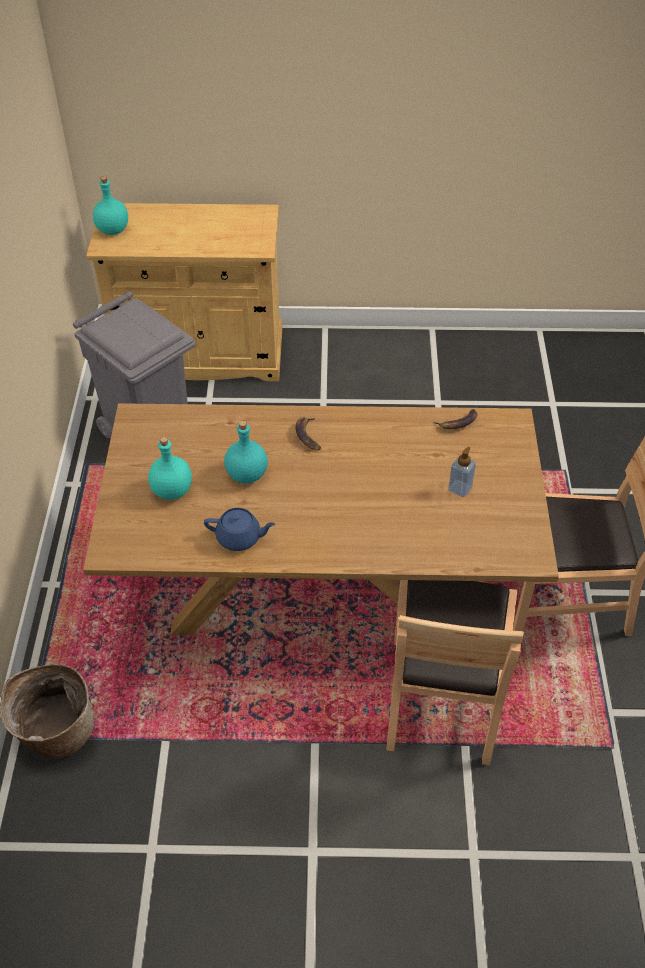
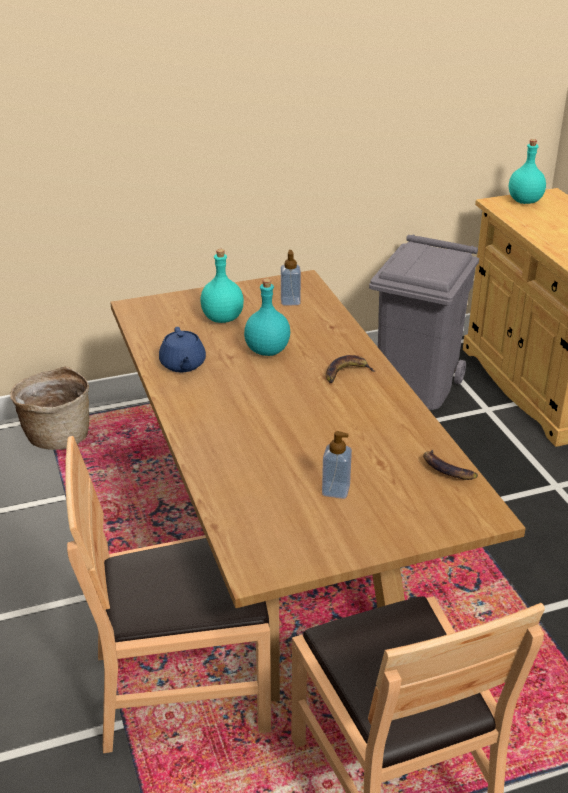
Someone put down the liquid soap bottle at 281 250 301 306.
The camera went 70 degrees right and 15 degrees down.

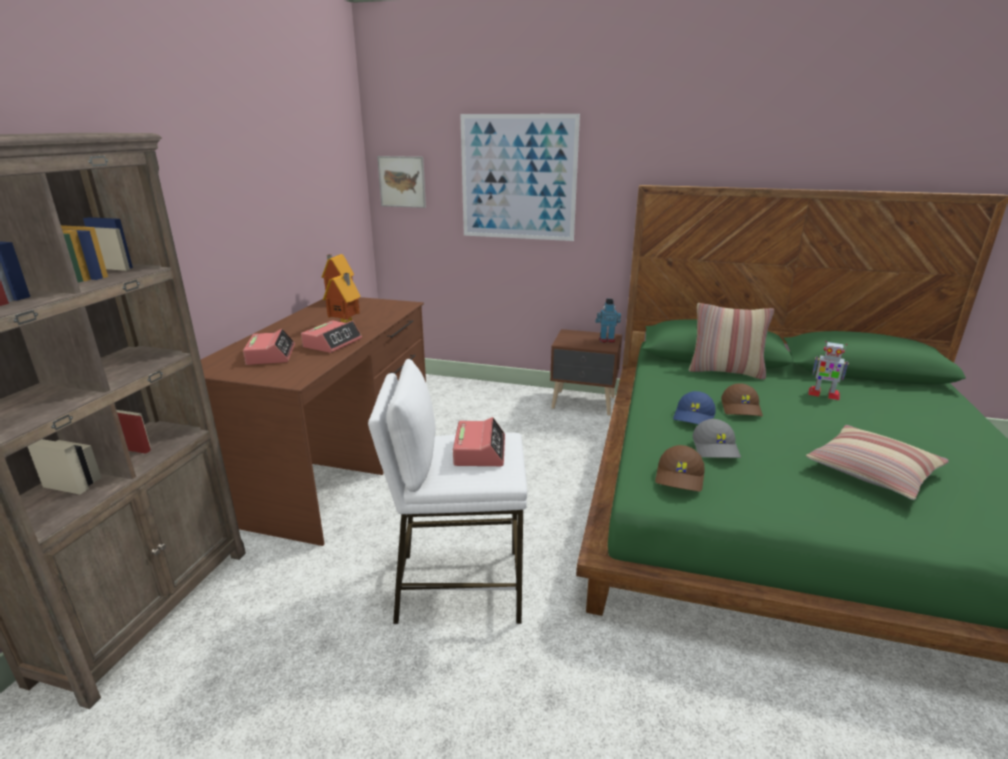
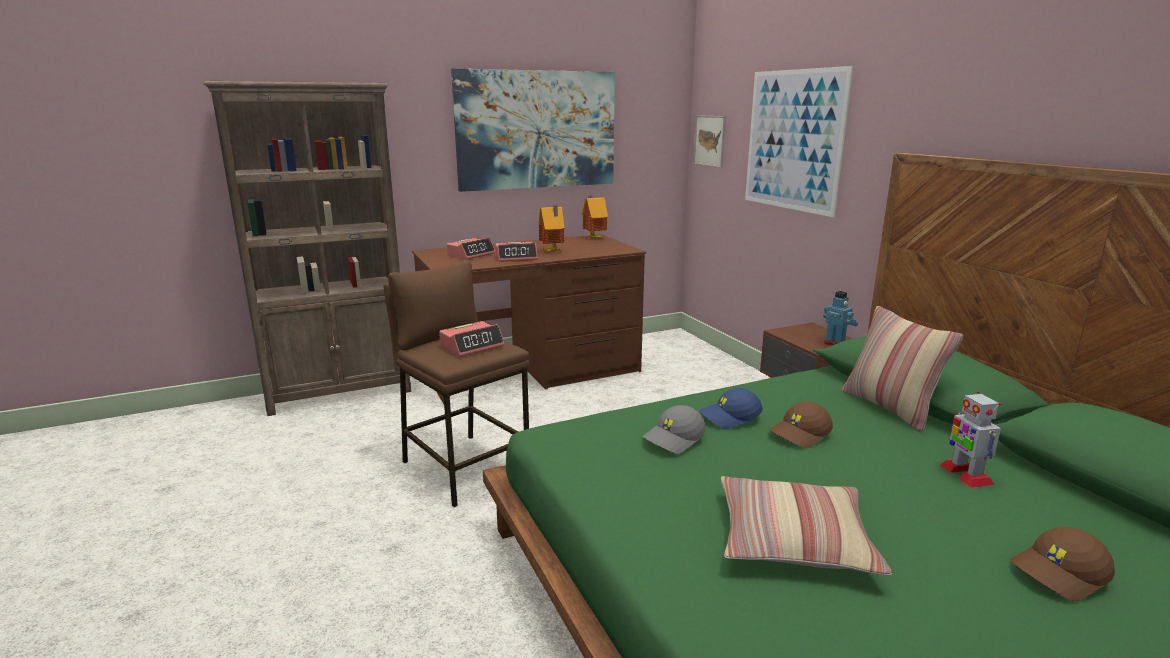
Someone repainted the whitish sitting stool at 368 359 527 624, which became the brownish sitting stool at 383 260 529 507.
Someone carried the brownish peaked cap from 655 445 705 491 to 1010 527 1115 601.
Someone put up the picture at 451 68 615 192.
The camera went 50 degrees right and 5 degrees down.

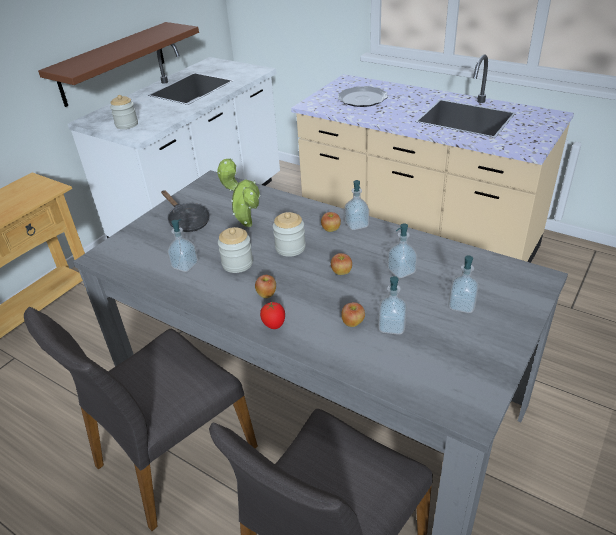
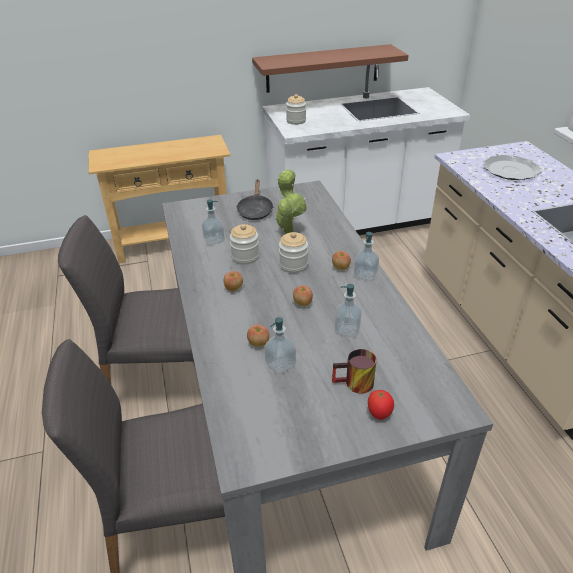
Someone swapped the liquid soap bottle at 448 255 479 313 for the coffee mug at 332 349 377 394.
Someone carried the whole tomato from 260 302 285 329 to 368 390 394 420.
The camera went 40 degrees right and 0 degrees up.

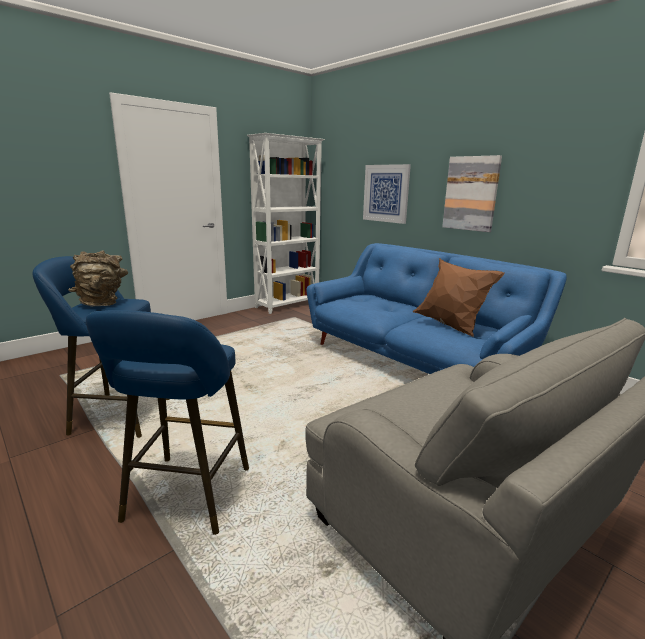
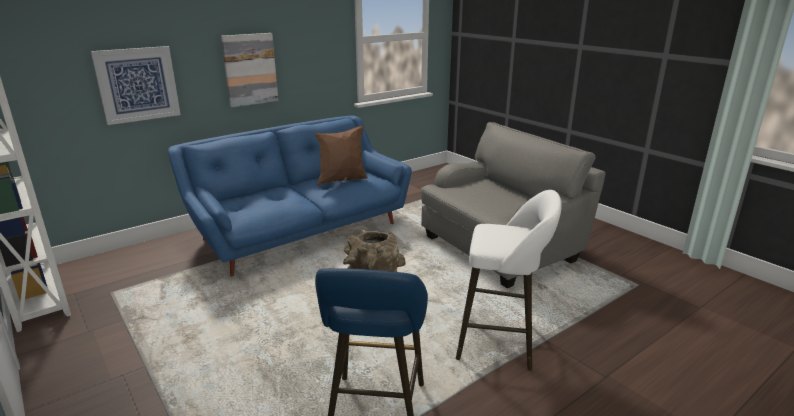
Someone repainted the blue sitting stool at 86 310 249 535, which became the whitish sitting stool at 456 190 562 371.
The camera went 85 degrees left and 5 degrees up.

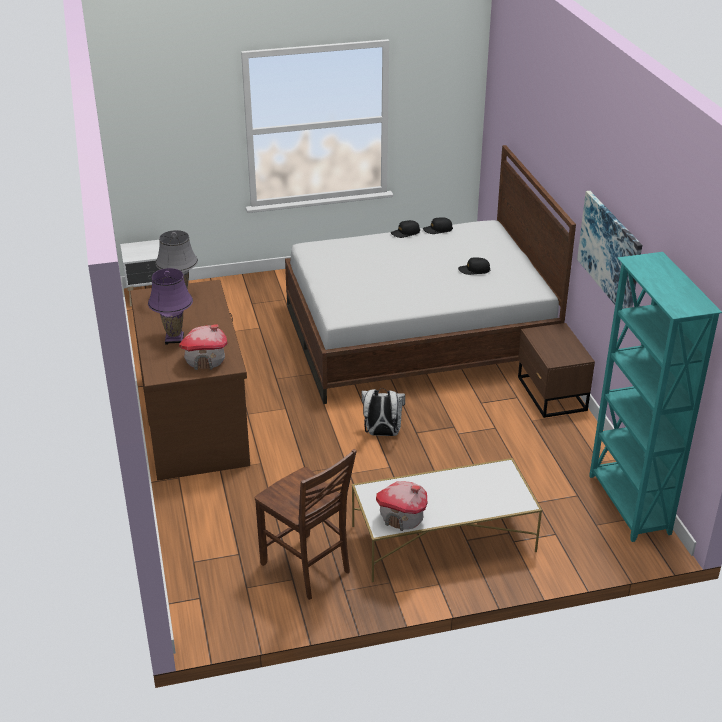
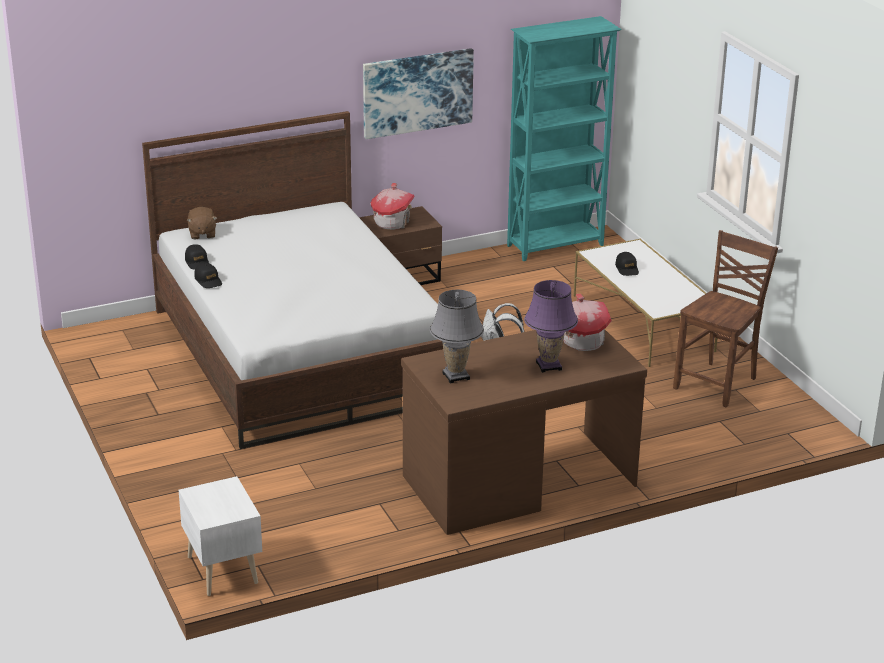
Someone carried the blackish peaked cap from 458 257 490 275 to 615 252 639 276.
Someone carried the toy house from 376 481 427 531 to 371 183 415 230.
Someone put down the brownish cuddly toy at 187 207 217 240.
The camera went 100 degrees left and 5 degrees down.

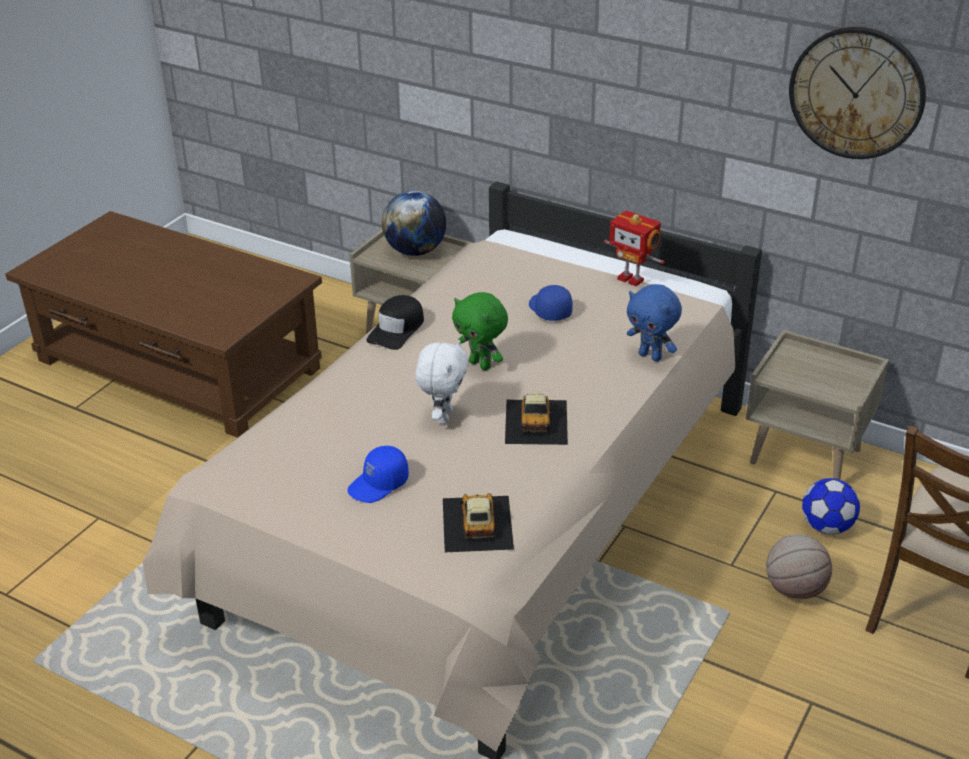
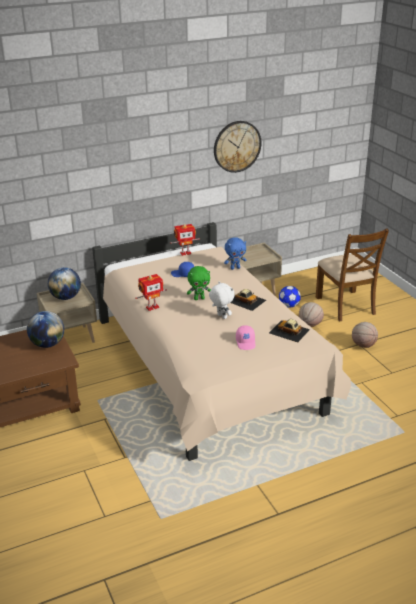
Someone swapped the blackish peaked cap at 366 295 424 350 for the model robot at 135 274 167 311.
Someone repainted the blue peaked cap at 348 446 409 503, which became the pinkish peaked cap at 236 325 256 350.
Someone put down the desk globe at 27 311 64 348.
Someone put down the basketball at 352 322 378 348.
The camera went 55 degrees left and 5 degrees down.

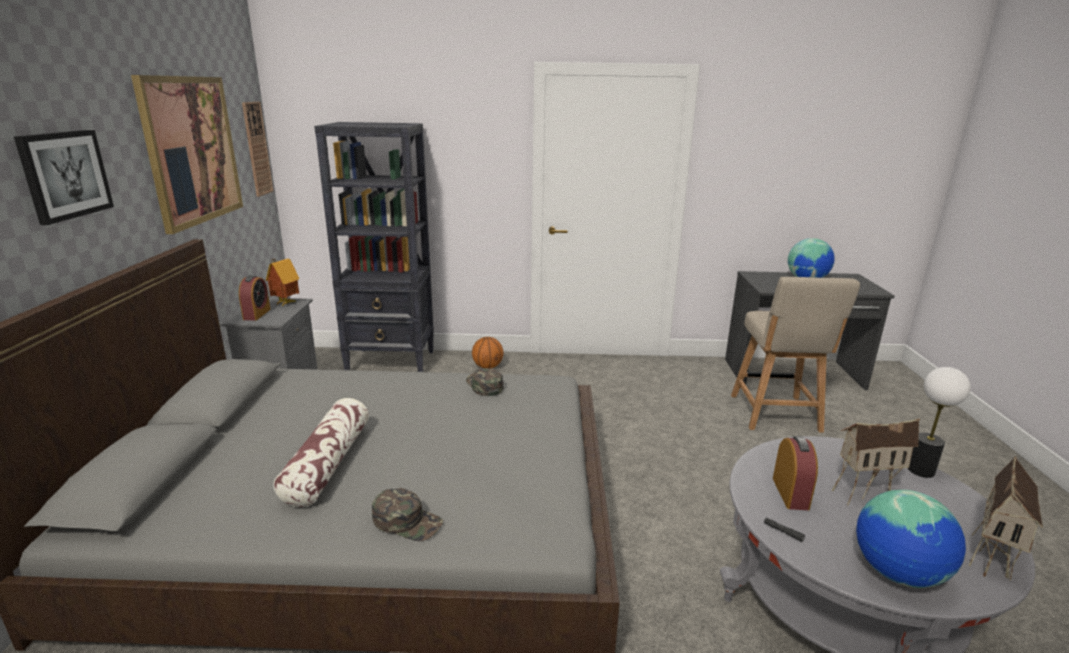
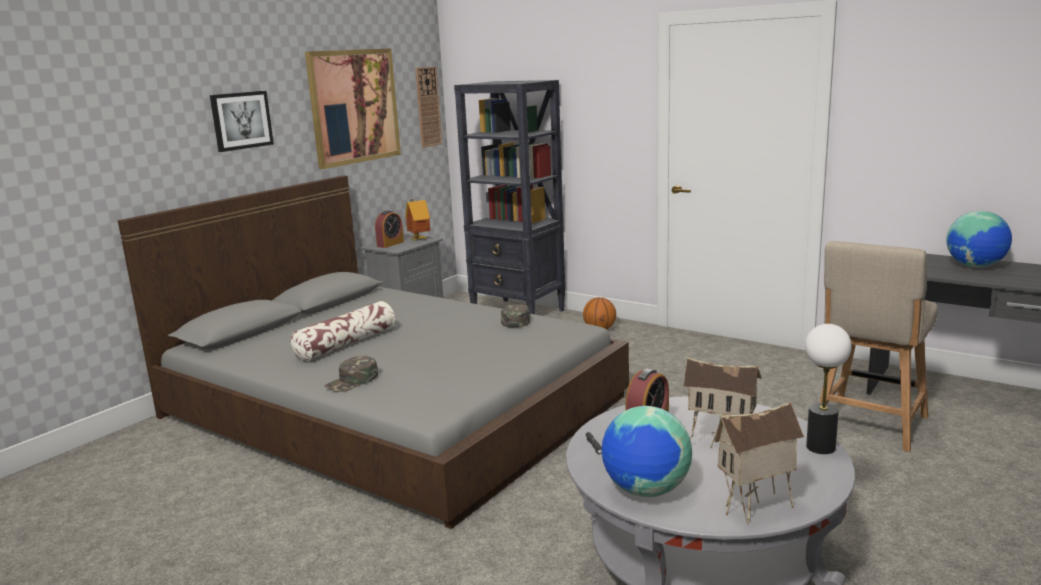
Someone rotated the green-coloured peaked cap at 372 488 443 541 by 75 degrees clockwise.
The camera went 35 degrees right and 5 degrees down.

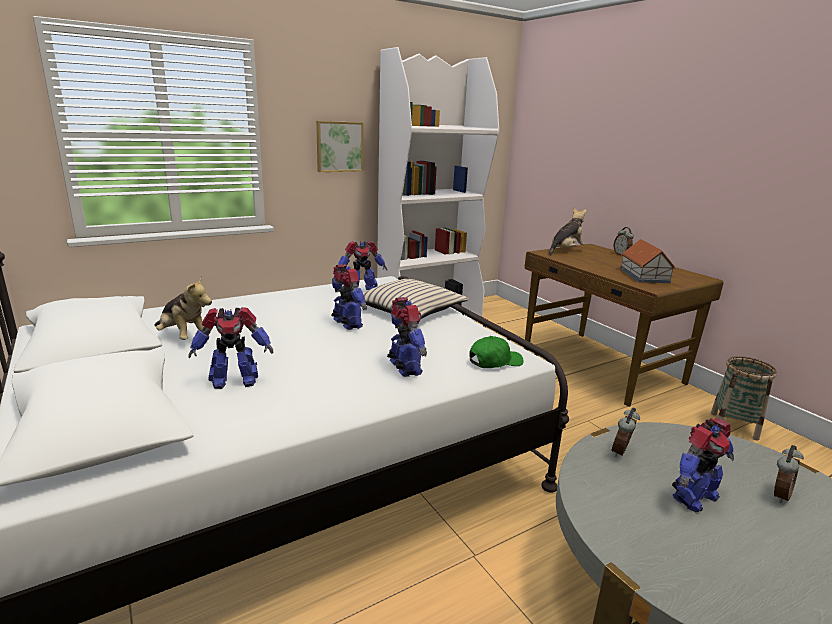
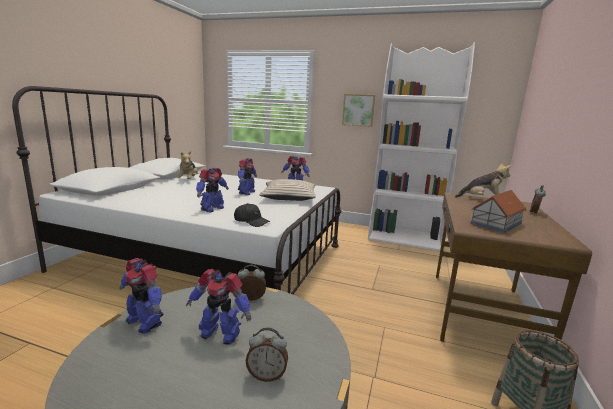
Someone carried the model robot from 188 307 274 389 to 119 258 163 334.
Someone repainted the green-coloured peaked cap at 469 336 524 368, which became the blackish peaked cap at 234 203 270 227.
The camera went 50 degrees right and 5 degrees down.

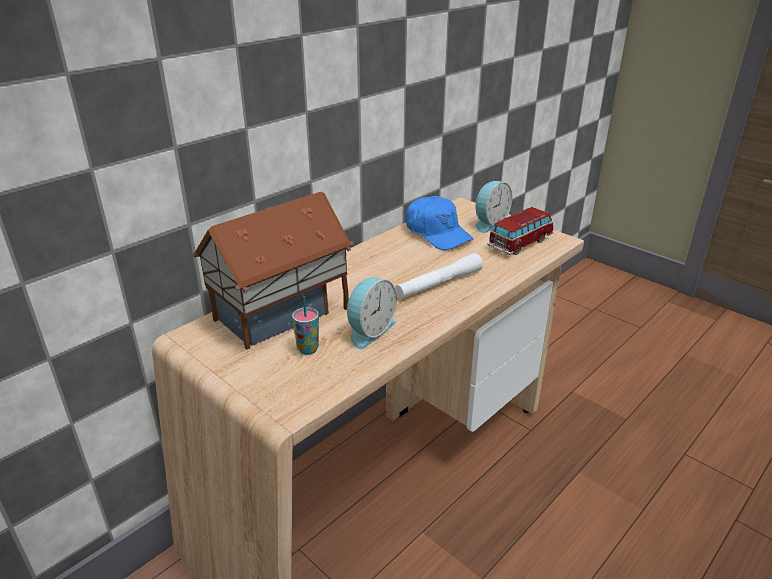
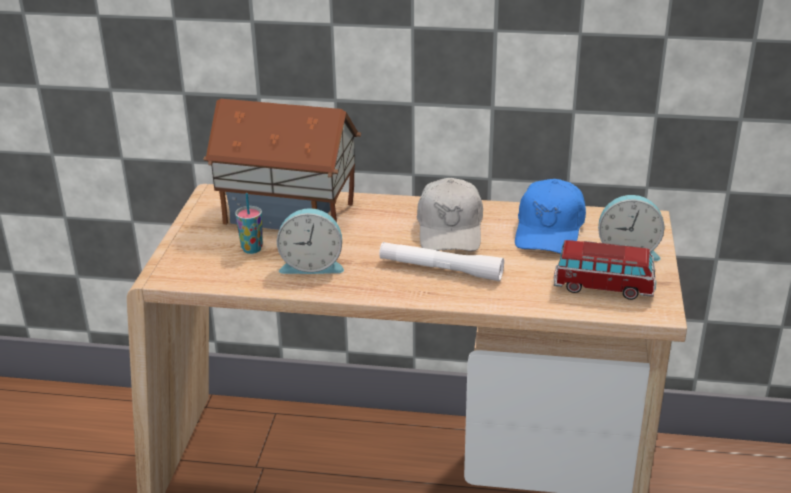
Someone put down the whitish peaked cap at 417 178 483 251.
The camera went 55 degrees right and 0 degrees up.

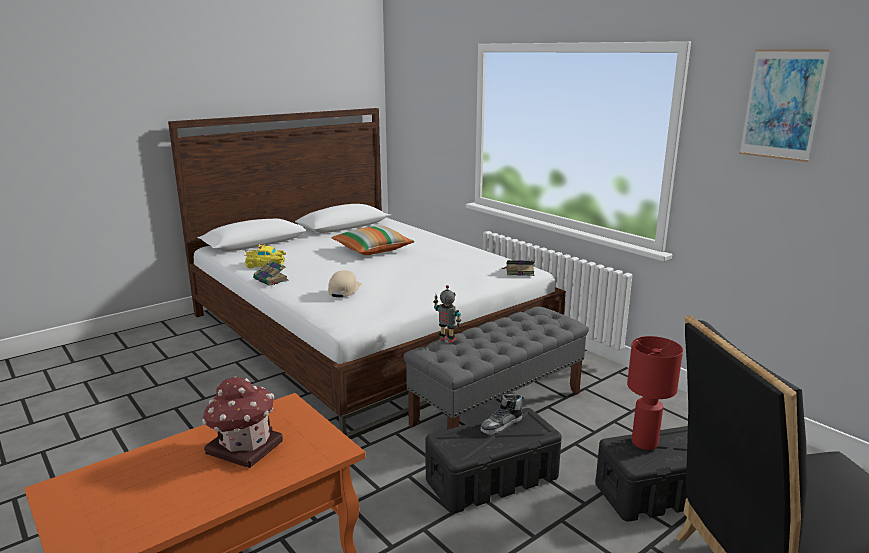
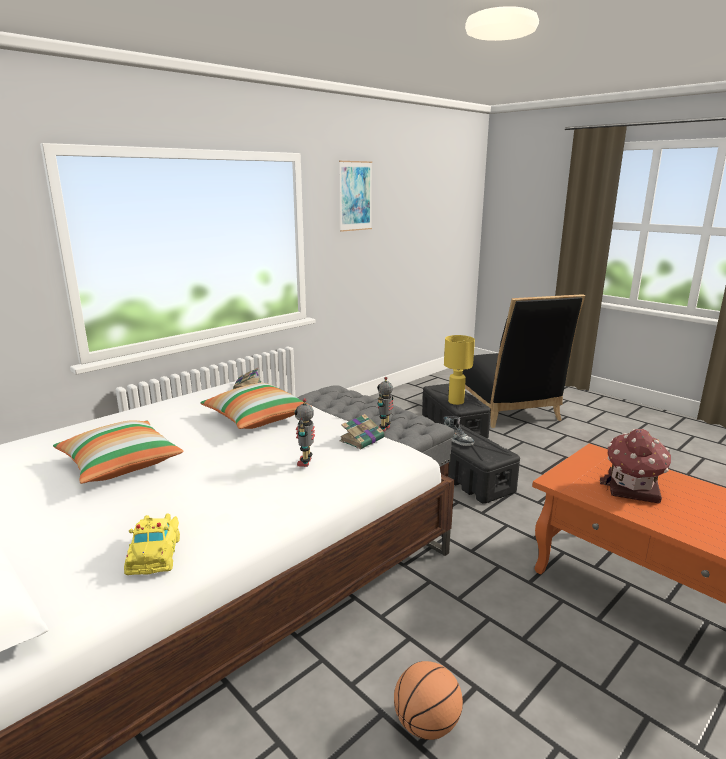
Someone carried the bound book from 253 260 289 286 to 340 414 385 450.
Someone swapped the beige peaked cap at 328 270 362 297 for the model robot at 294 398 315 467.
Someone repainted the red table lamp at 627 336 683 450, which became the yellow-coloured table lamp at 444 335 475 405.
Someone put down the throw pillow at 200 383 310 429.
Someone put down the basketball at 394 661 463 740.
The camera went 95 degrees left and 0 degrees up.

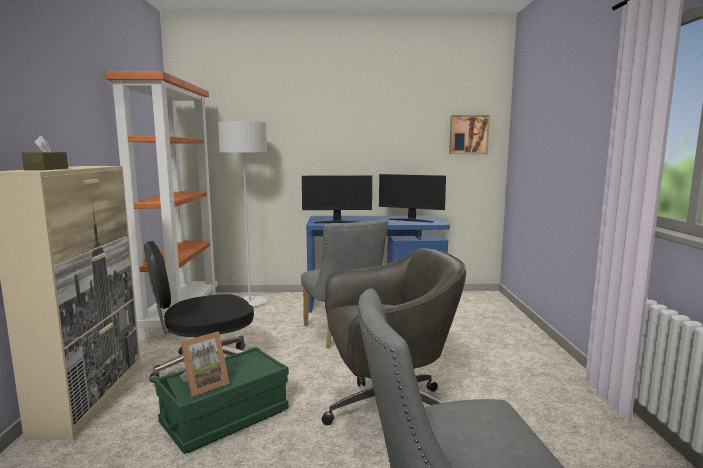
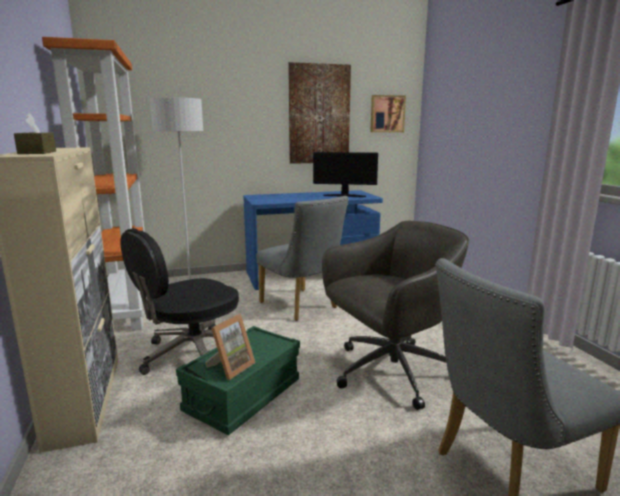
Someone took away the monitor at 302 175 372 223.
Someone put up the picture at 288 62 351 164.
The camera went 15 degrees left and 5 degrees up.

